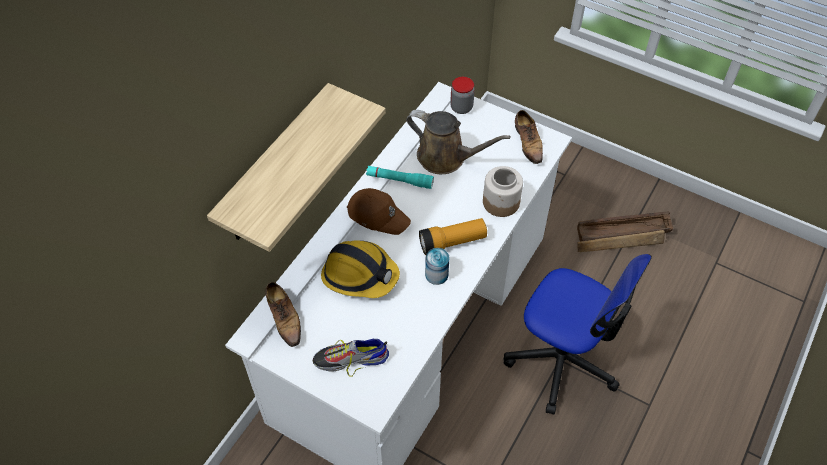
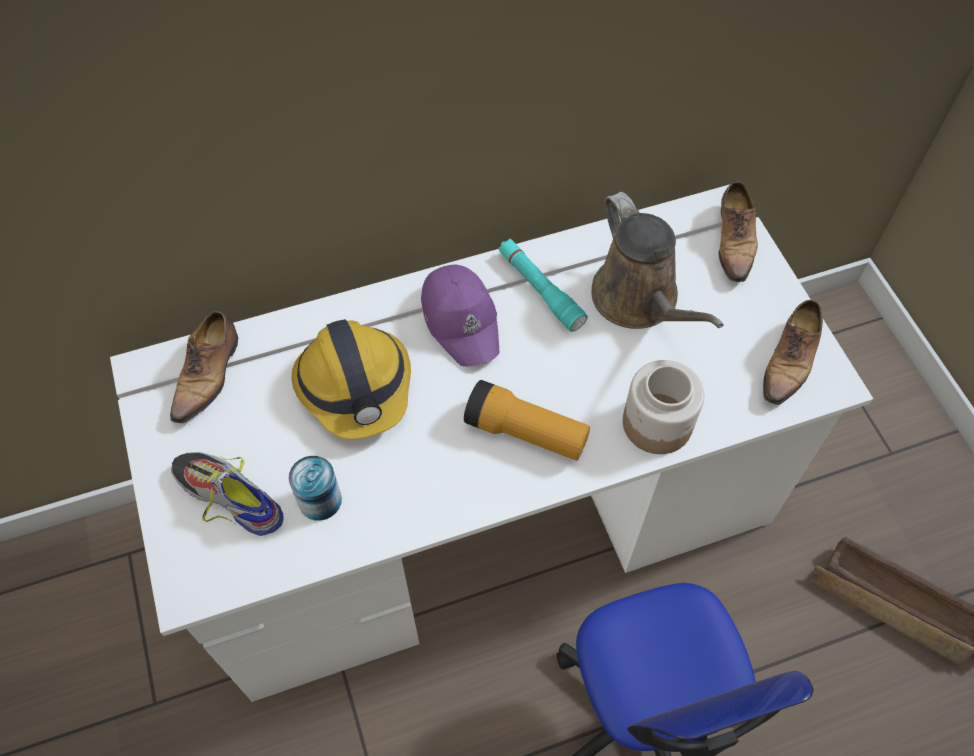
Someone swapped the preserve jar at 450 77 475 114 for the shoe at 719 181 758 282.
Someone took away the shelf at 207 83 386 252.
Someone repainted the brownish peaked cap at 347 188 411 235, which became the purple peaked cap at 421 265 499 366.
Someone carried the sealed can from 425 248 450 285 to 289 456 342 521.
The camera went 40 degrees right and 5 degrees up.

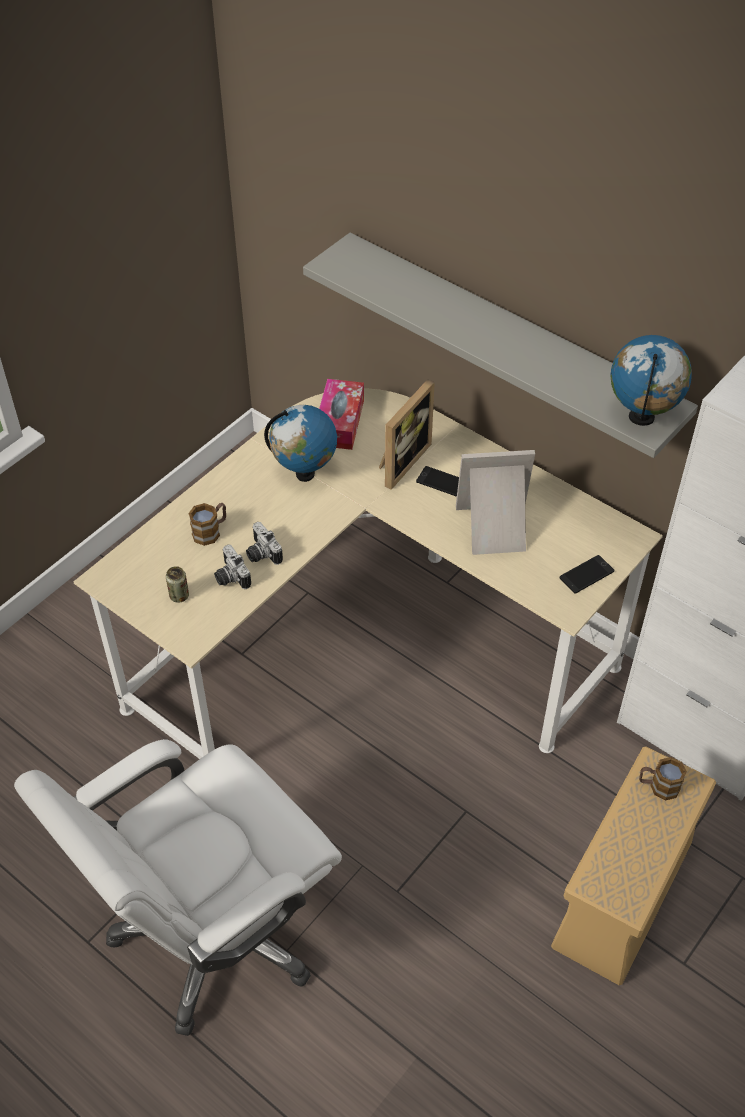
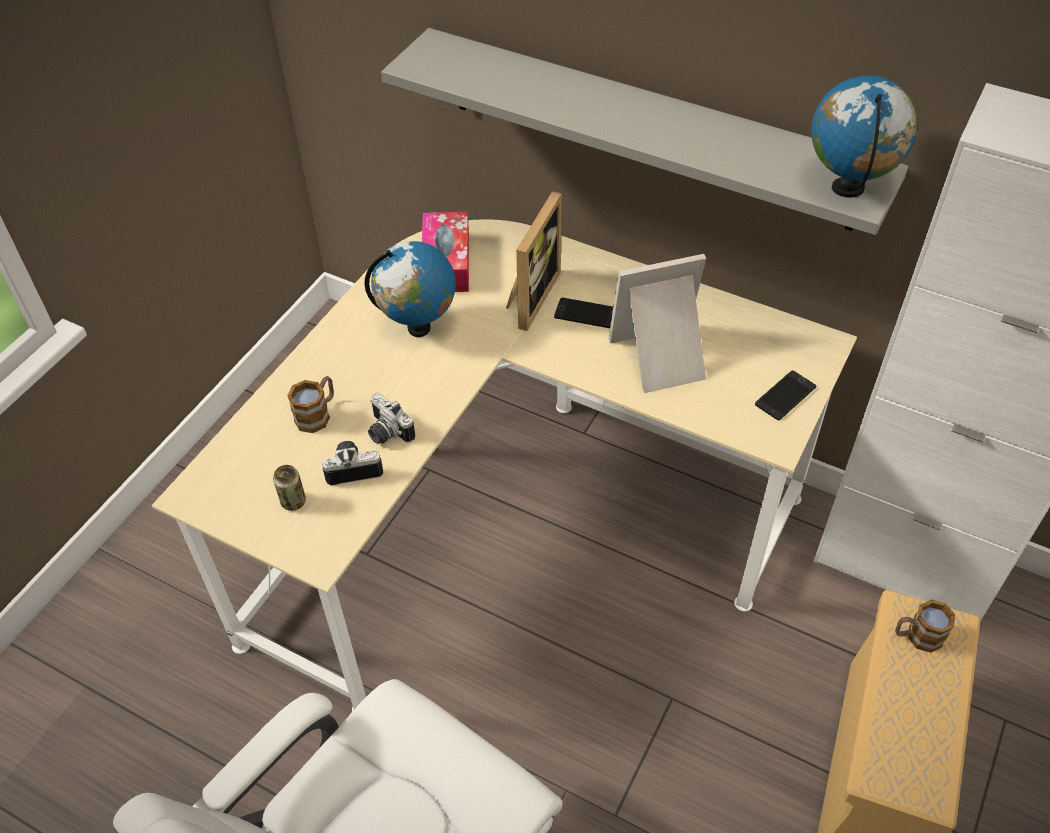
Someone rotated the still camera at 214 544 251 589 by 120 degrees clockwise.
The camera went 10 degrees left and 0 degrees up.

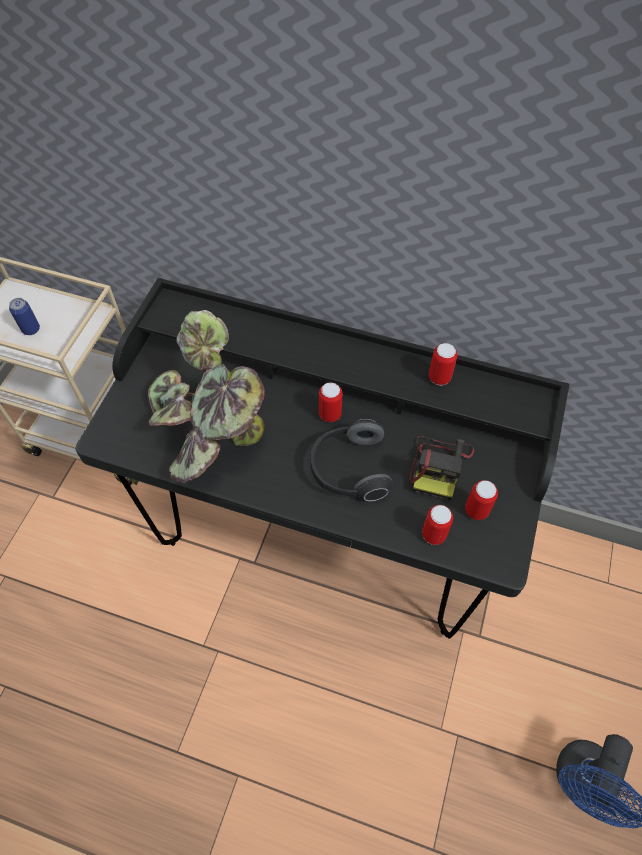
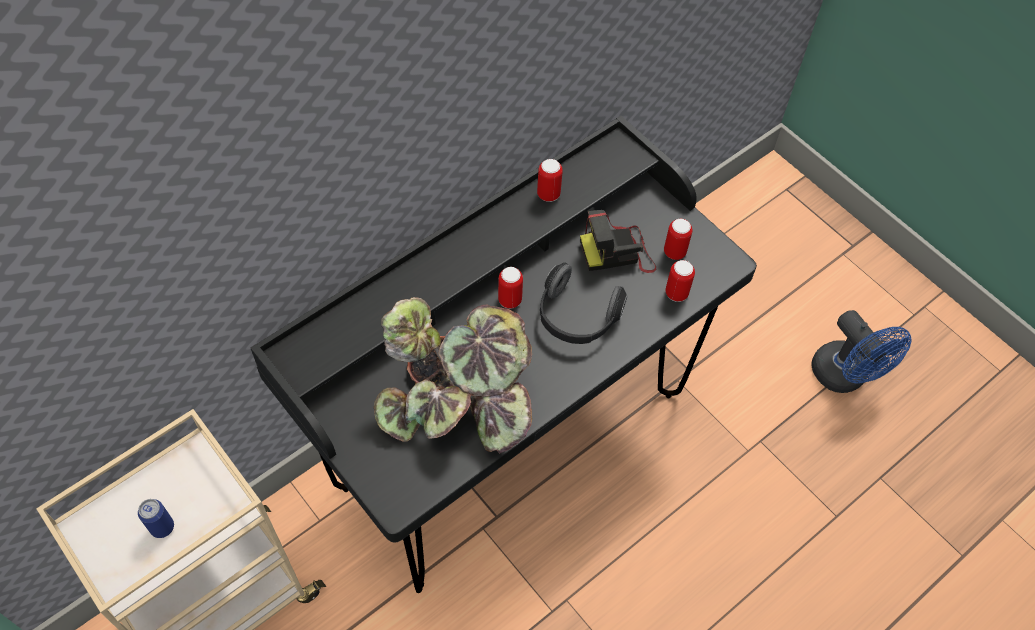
Someone rotated the still camera at 410 436 474 501 by 120 degrees clockwise.
The camera went 60 degrees left and 0 degrees up.

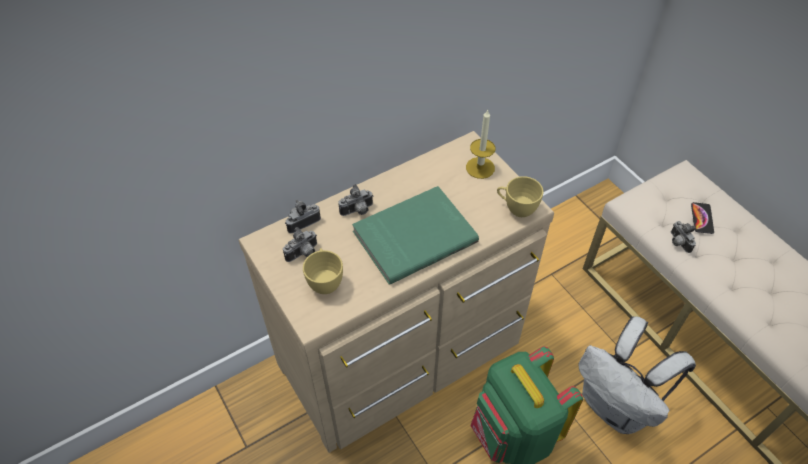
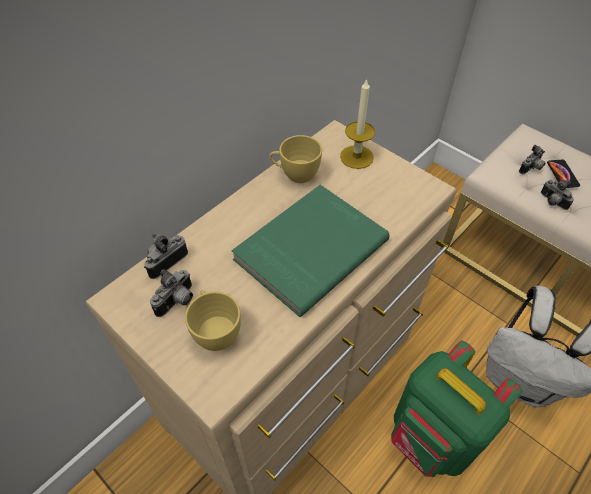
Someone carried the yellow-coloured cup from 497 176 543 217 to 269 135 322 183.
Someone carried the still camera from 338 184 373 216 to 519 145 546 174.
The camera went 15 degrees left and 0 degrees up.

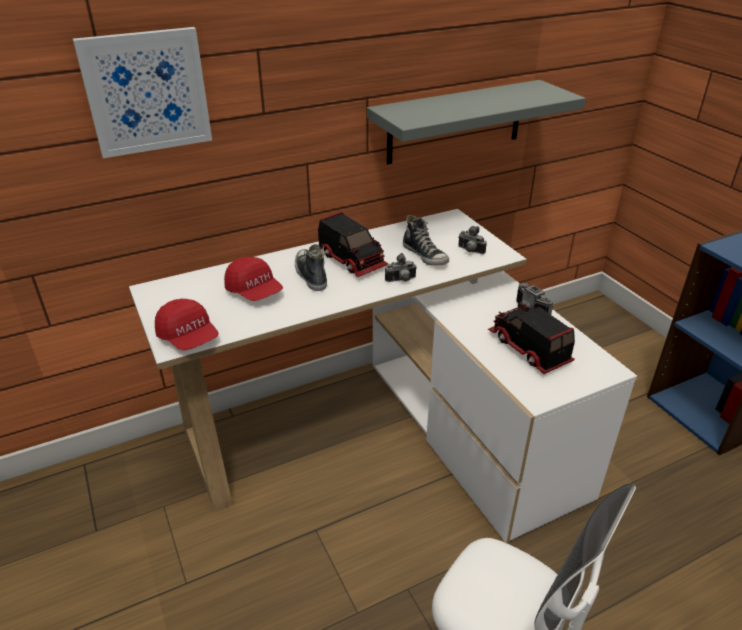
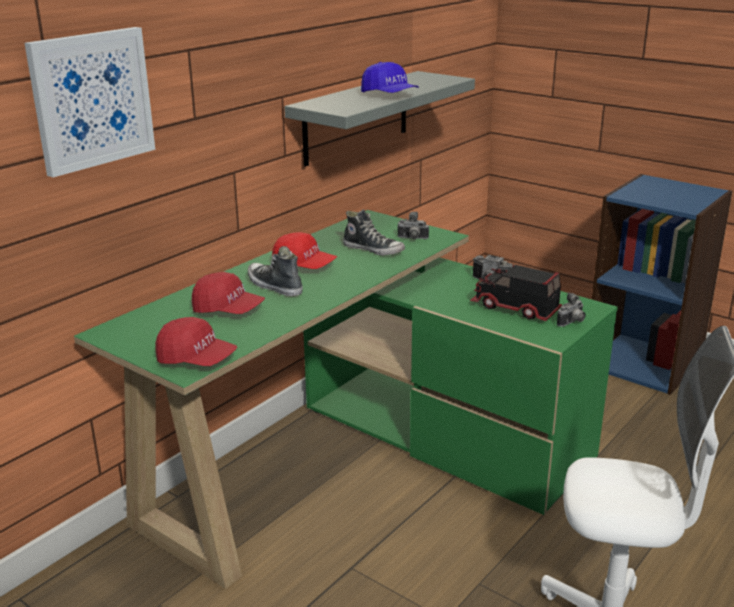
Someone repainted the whitish desk at 129 209 637 543, which became the green-coloured desk at 74 210 618 589.
Someone swapped the model truck at 318 212 388 277 for the red peaked cap at 272 232 337 269.
Someone carried the still camera from 385 253 417 282 to 557 293 586 327.
Someone put down the blue peaked cap at 361 62 419 93.
The camera went 25 degrees left and 10 degrees down.

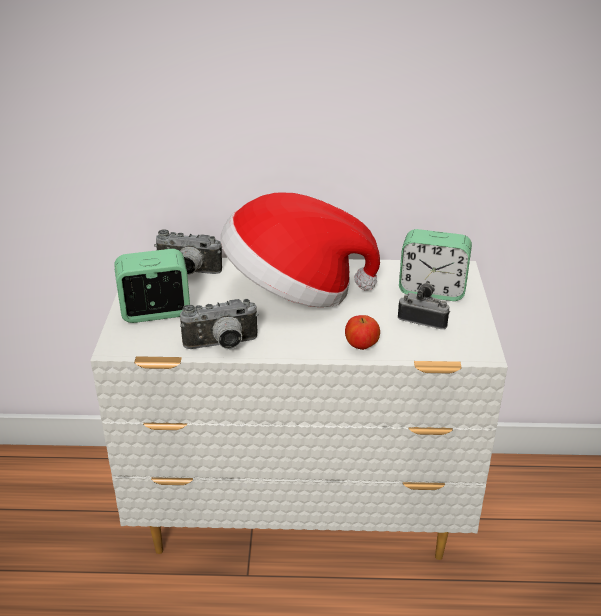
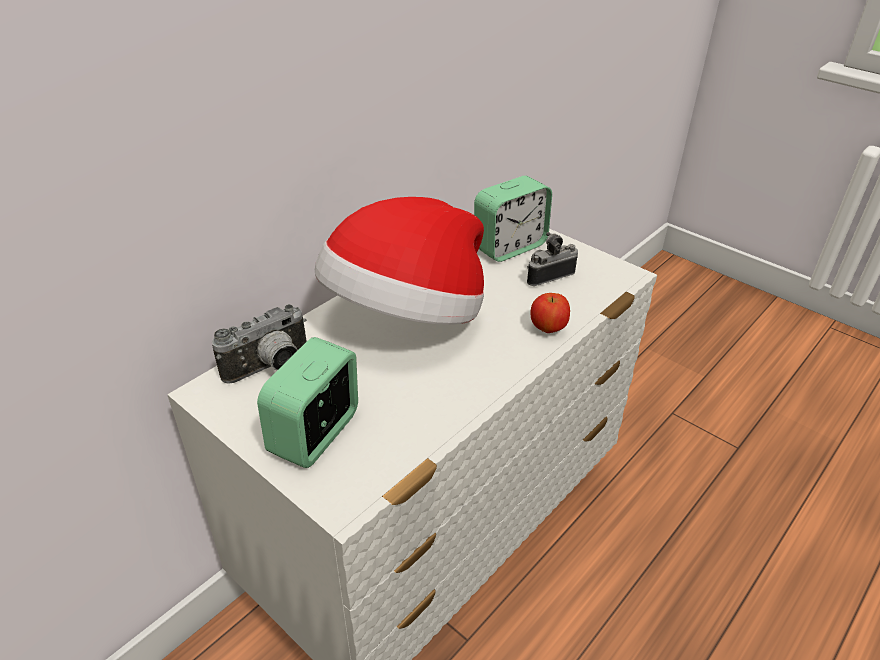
Someone took away the still camera at 180 299 259 349.
The camera went 50 degrees left and 5 degrees up.

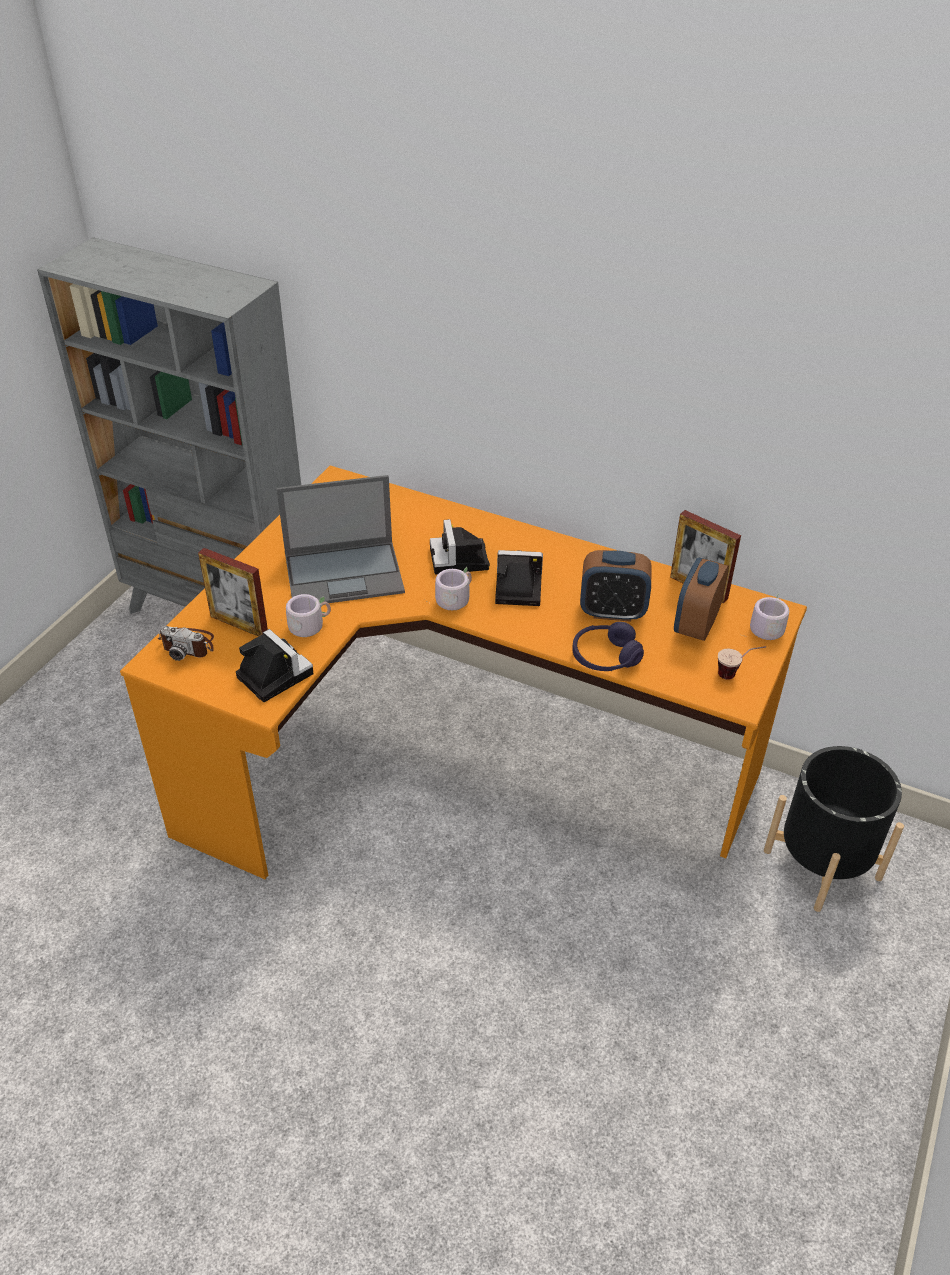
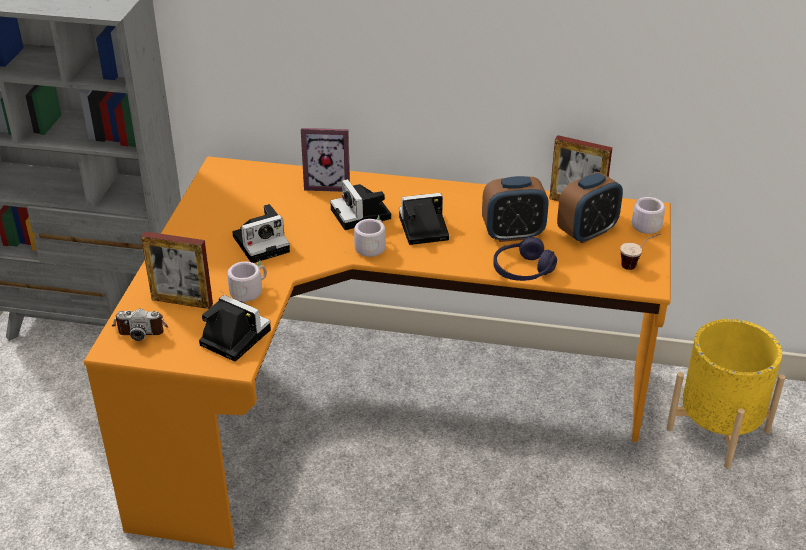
Someone swapped the laptop at 277 475 405 603 for the still camera at 233 204 290 263.
Someone rotated the alarm clock at 674 558 729 641 by 135 degrees counterclockwise.
Someone repainted the blackish plant pot at 764 746 904 912, which became the yellow-coloured plant pot at 666 319 785 468.
Someone put down the standing frame at 301 128 350 192.
The camera went 15 degrees left and 5 degrees down.

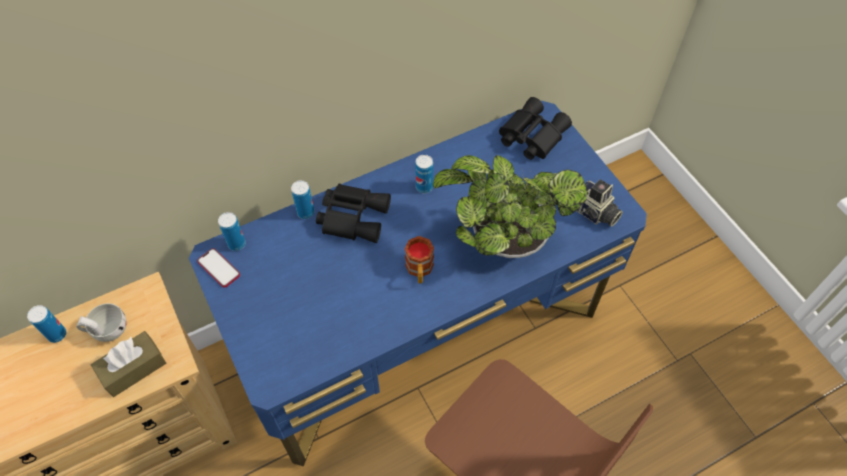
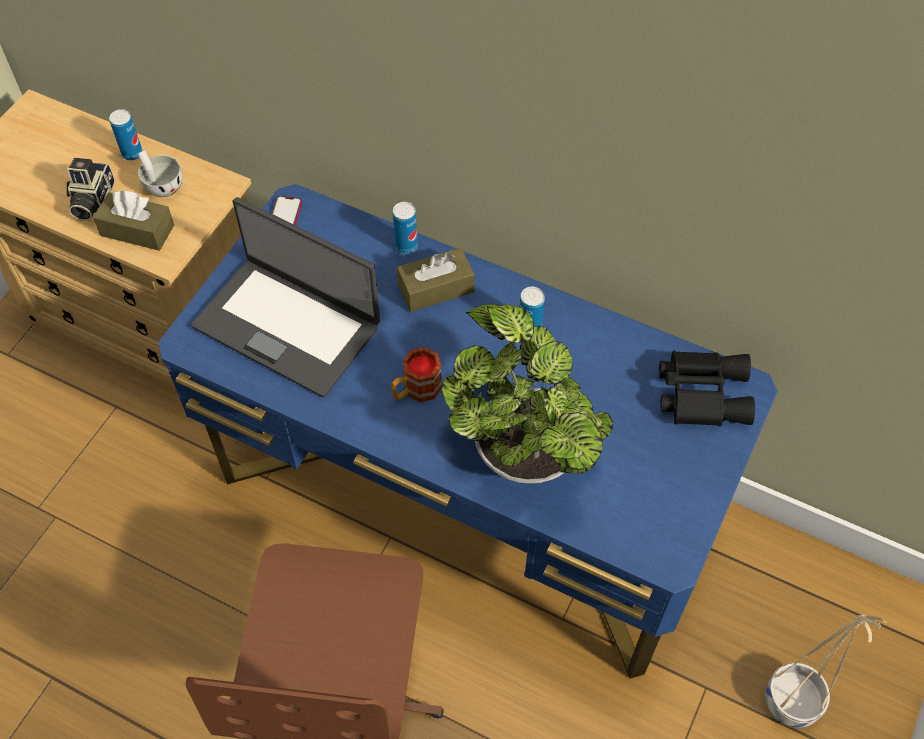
Someone carried the still camera from 576 179 623 227 to 67 158 114 221.
Someone swapped the blackish field glasses at 316 184 391 243 for the brownish tissue holder at 397 248 475 312.
Someone took away the sealed can at 218 212 246 251.
Someone put down the laptop at 191 197 380 397.
Someone put down the beige plant pot at 765 614 887 728.
The camera went 55 degrees right and 0 degrees up.

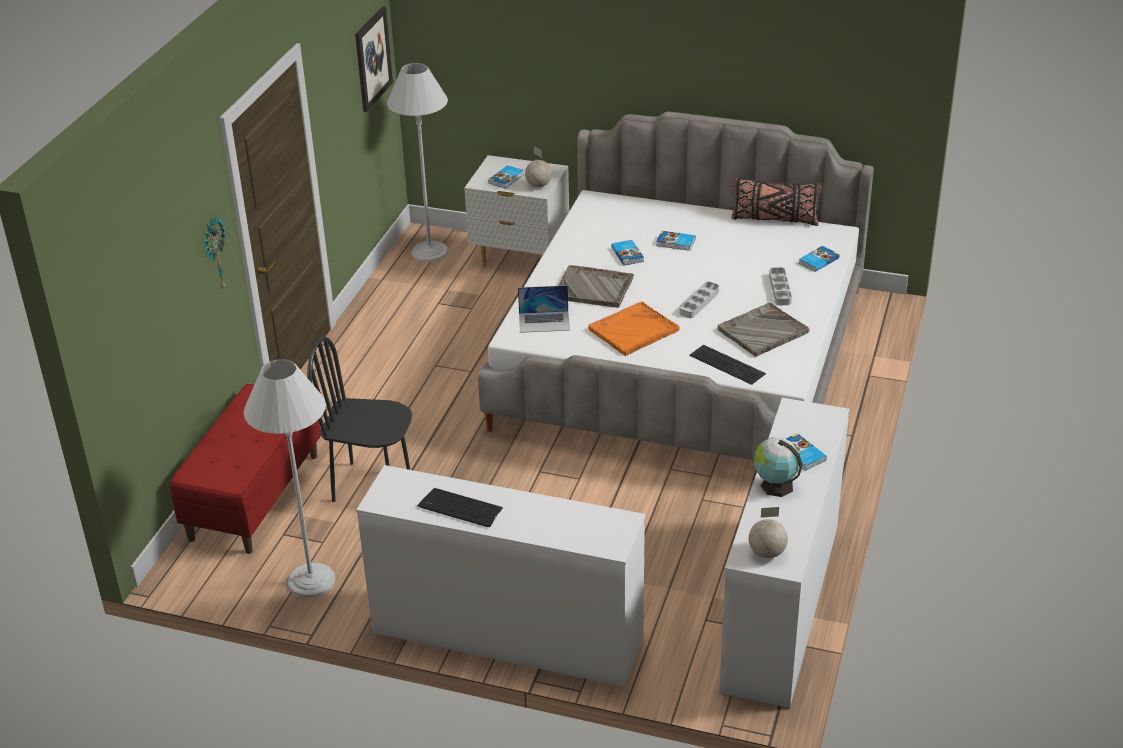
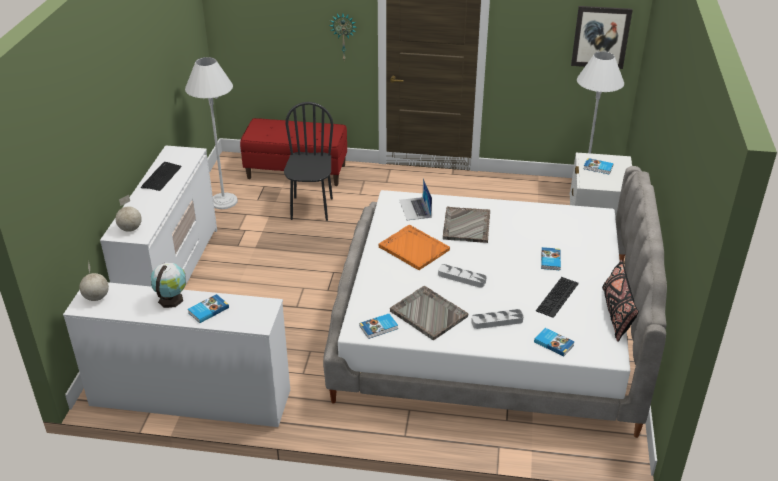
Someone carried the desk globe from 525 146 552 187 to 116 195 142 232.
Someone carried the bound book from 611 240 644 266 to 359 314 398 339.
Someone carried the keyboard from 689 345 766 385 to 536 277 579 318.
The camera went 80 degrees right and 0 degrees up.

